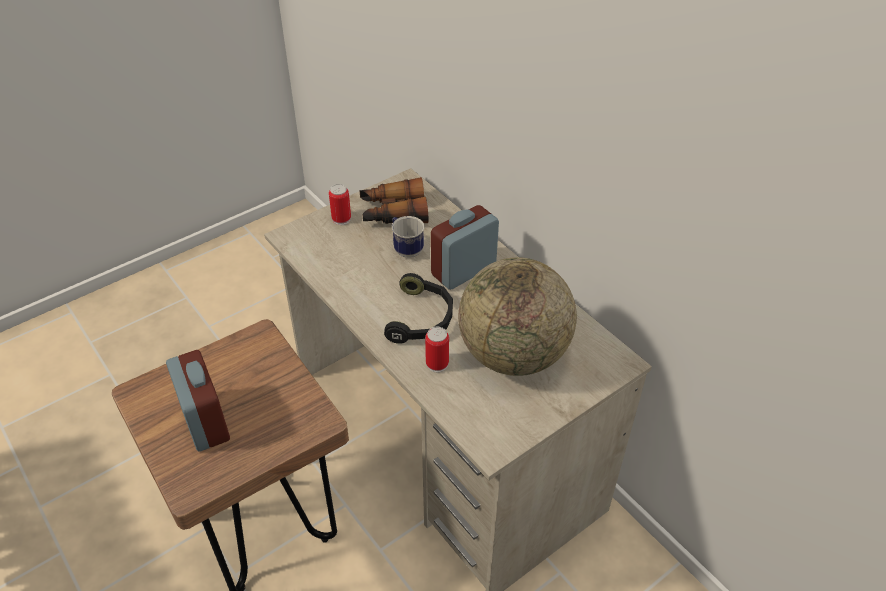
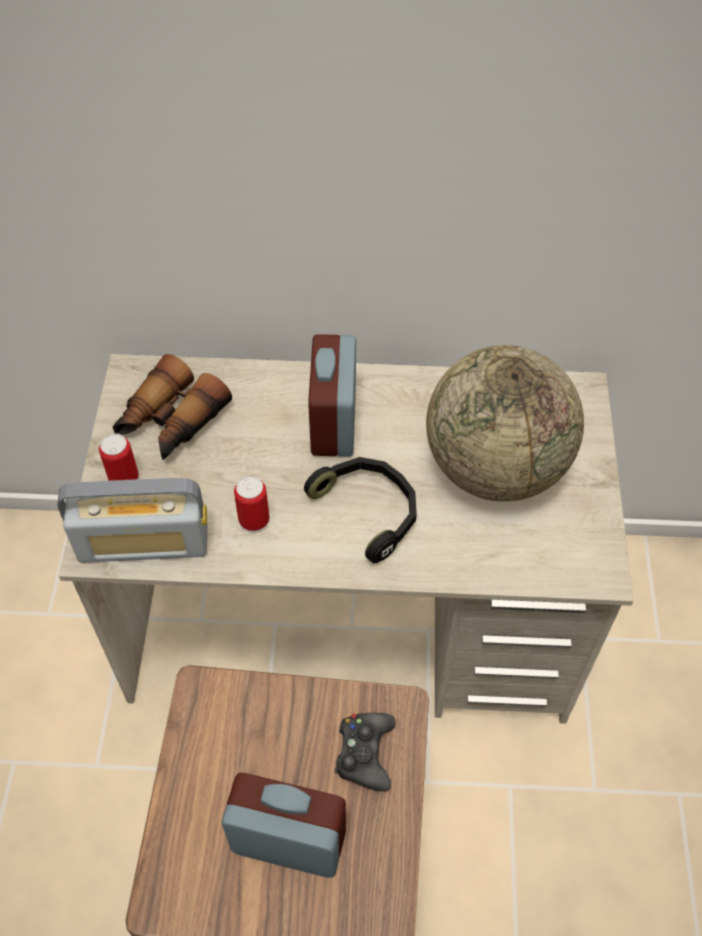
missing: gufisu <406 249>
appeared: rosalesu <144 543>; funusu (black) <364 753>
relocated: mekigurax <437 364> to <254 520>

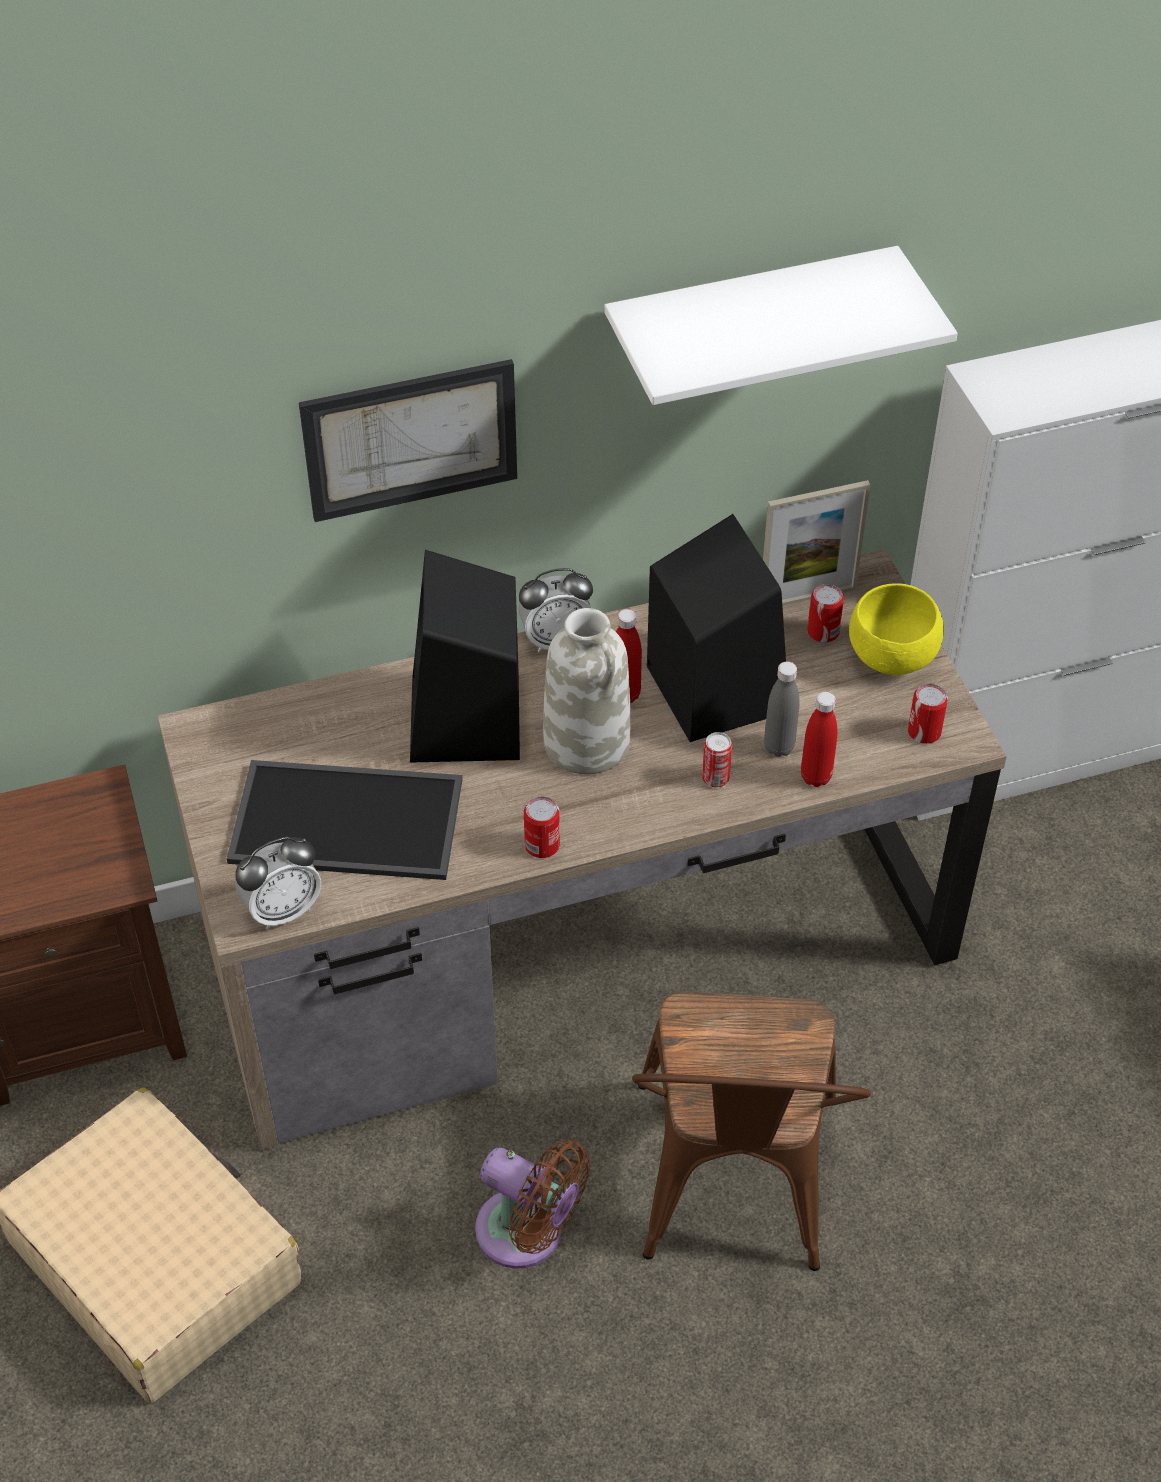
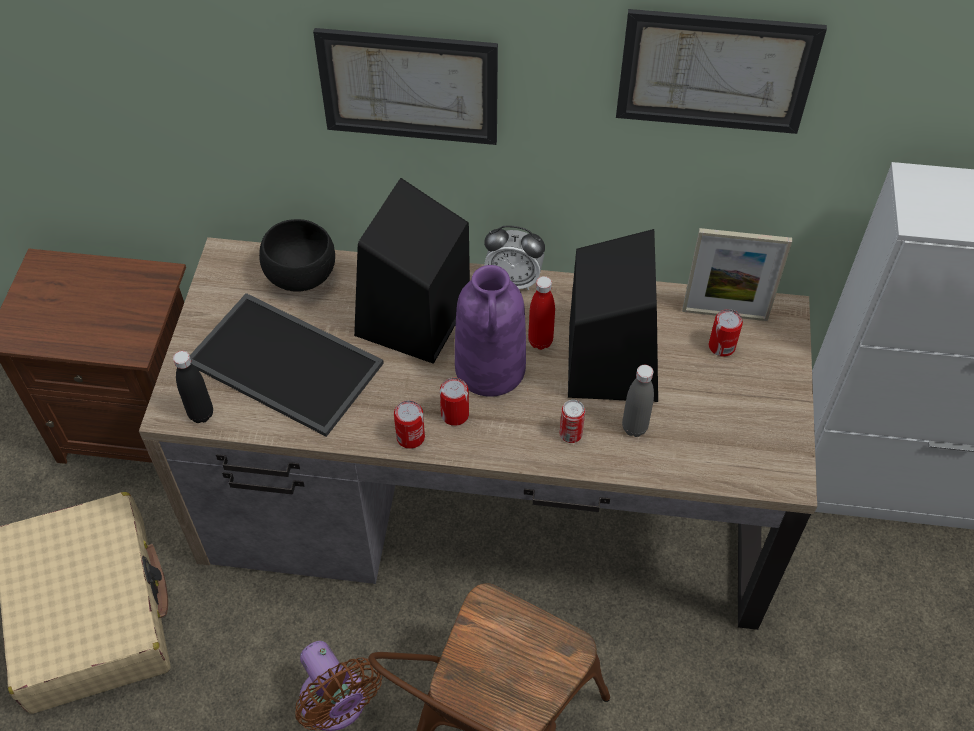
missing: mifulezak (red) <815 777>; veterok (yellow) <893 659>
appeared: veterok (black) <302 276>
relocated: mekigurax <924 732> to <455 414>
exchanged: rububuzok <282 910> to mifulezak (black) <201 414>; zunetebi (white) <749 321> to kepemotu <716 71>
colour: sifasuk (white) <588 743> to sifasuk (purple) <491 369>

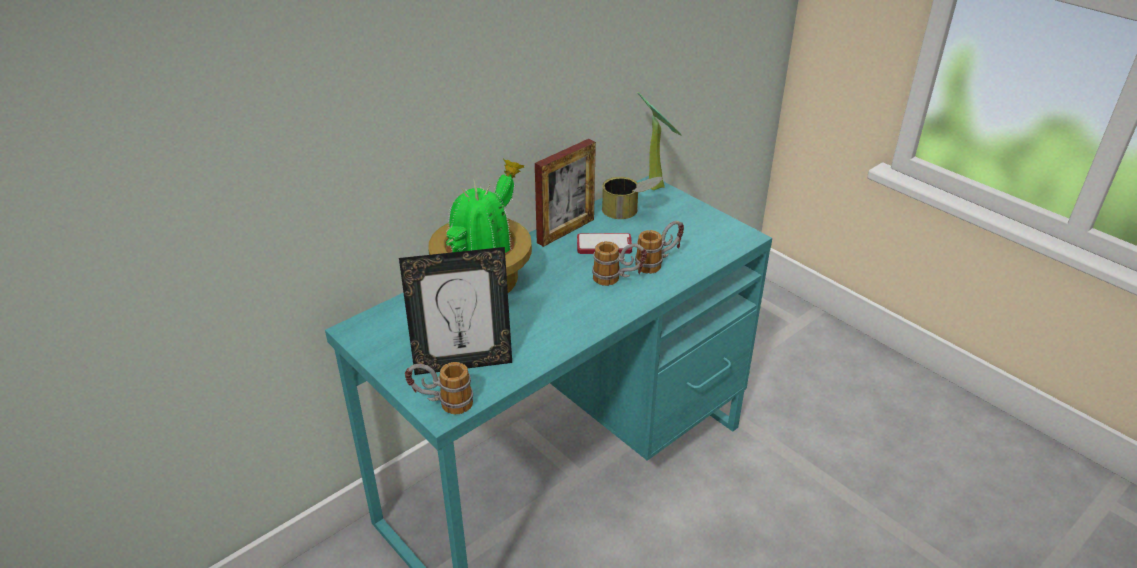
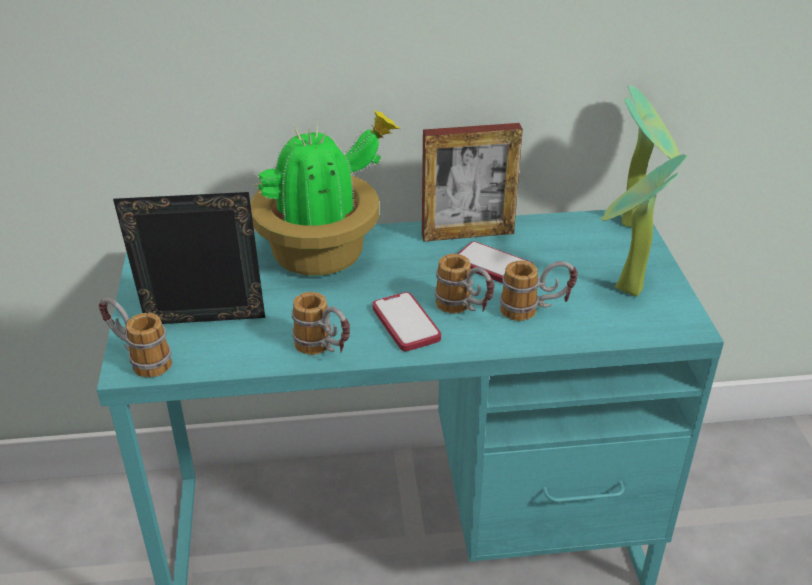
missing: mekigurax <630 212>
appeared: gufisu <324 351>; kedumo <406 323>; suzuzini <624 292>
spun: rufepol <463 363> = <205 327> 150 degrees clockwise

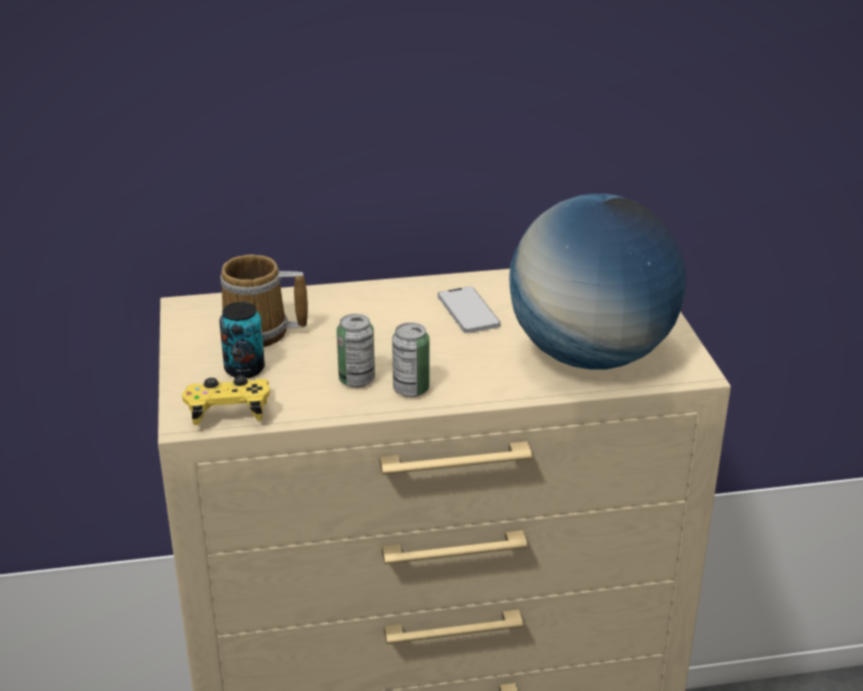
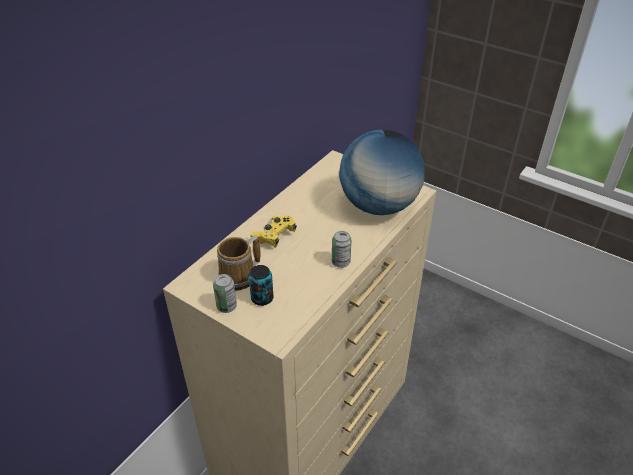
missing: kedumo <468 311>
relocated: funusu (yellow) <228 412> to <274 236>; mekigurax <357 380> to <226 306>

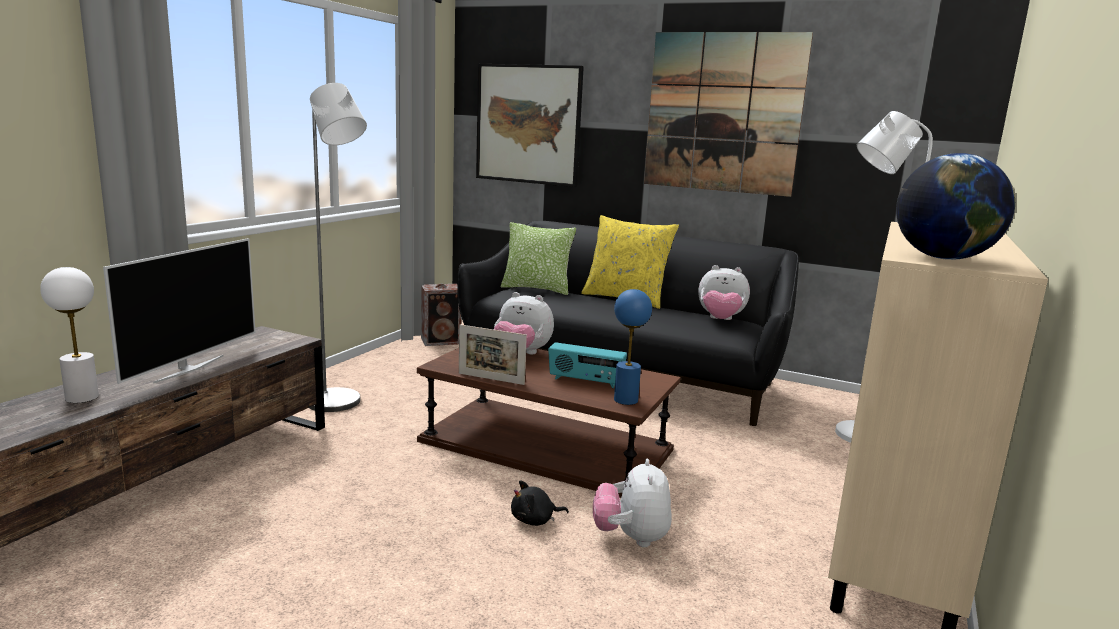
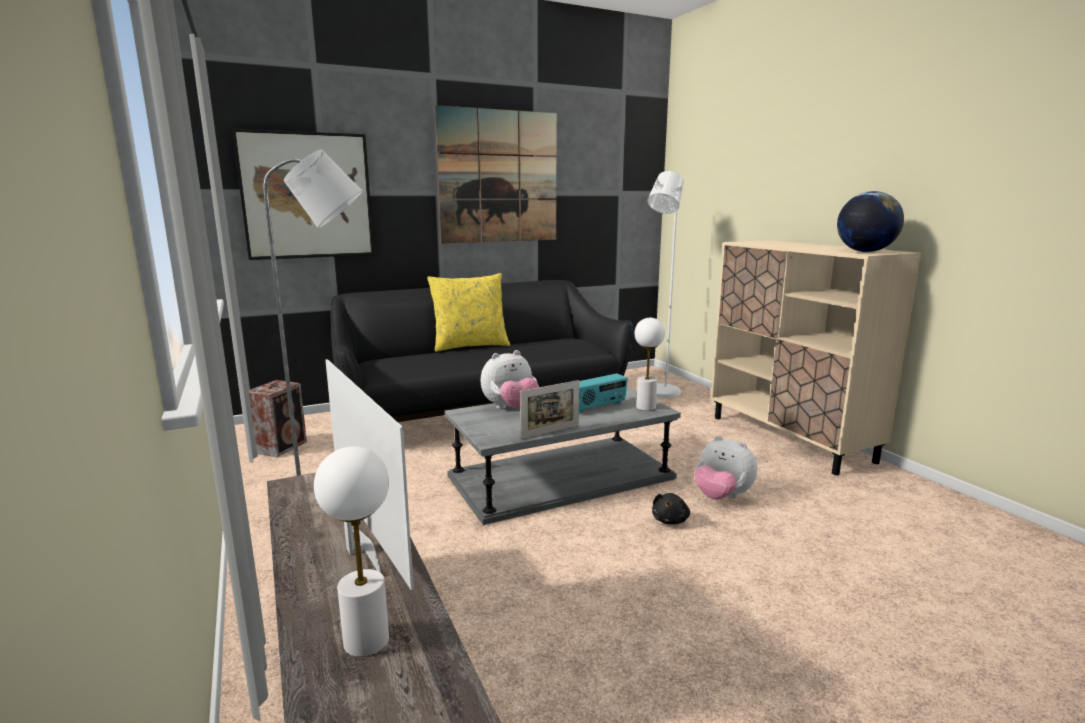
missing: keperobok <536 289>; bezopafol <720 320>
colour: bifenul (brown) <547 446> to bifenul (grey) <562 477>; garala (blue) <625 400> to garala (white) <645 407>

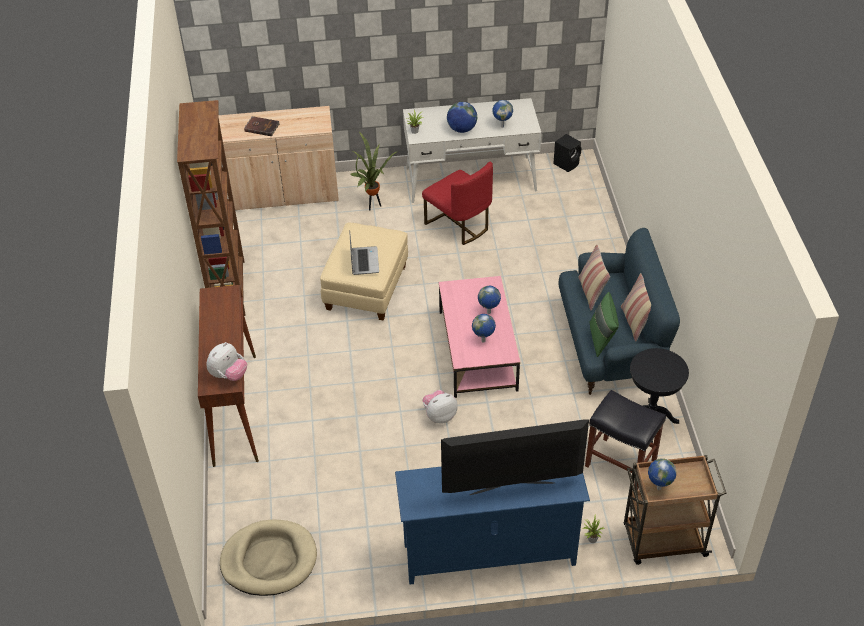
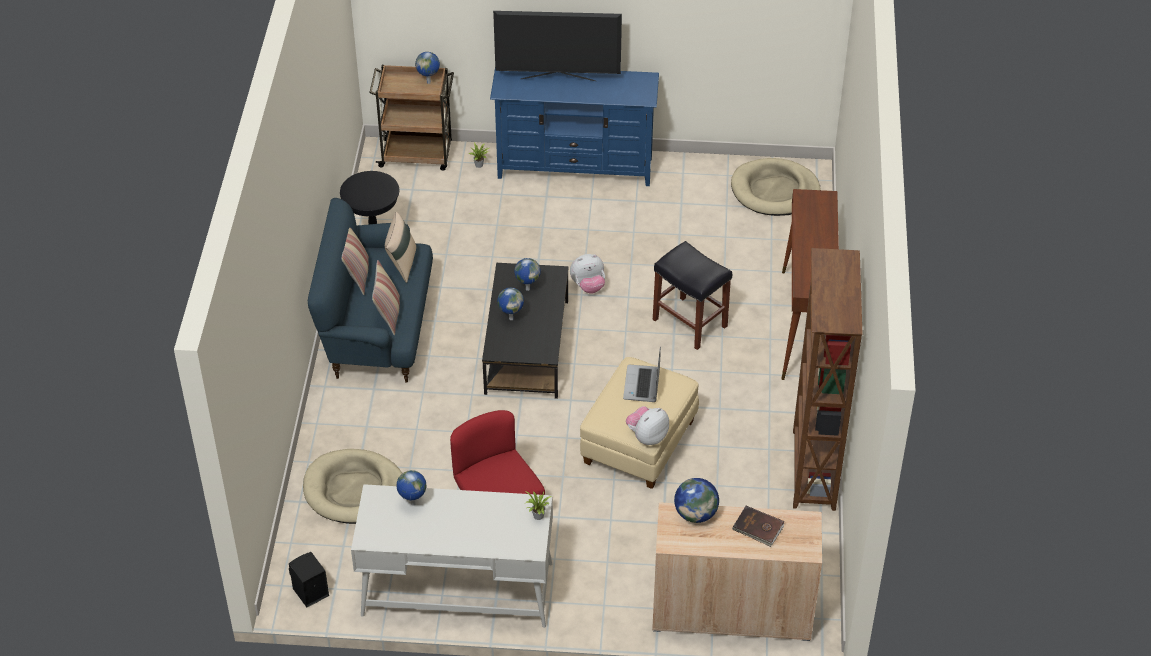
missing: suzuzini <373 205>
appeared: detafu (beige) <354 490>
relocated: bezopafol <228 375> to <647 436>; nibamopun <462 129> to <695 514>; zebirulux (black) <621 463> to <688 322>
colour: bifenul (pink) <478 351> to bifenul (black) <526 346>; keperobok (green) <602 339> to keperobok (beige) <402 264>

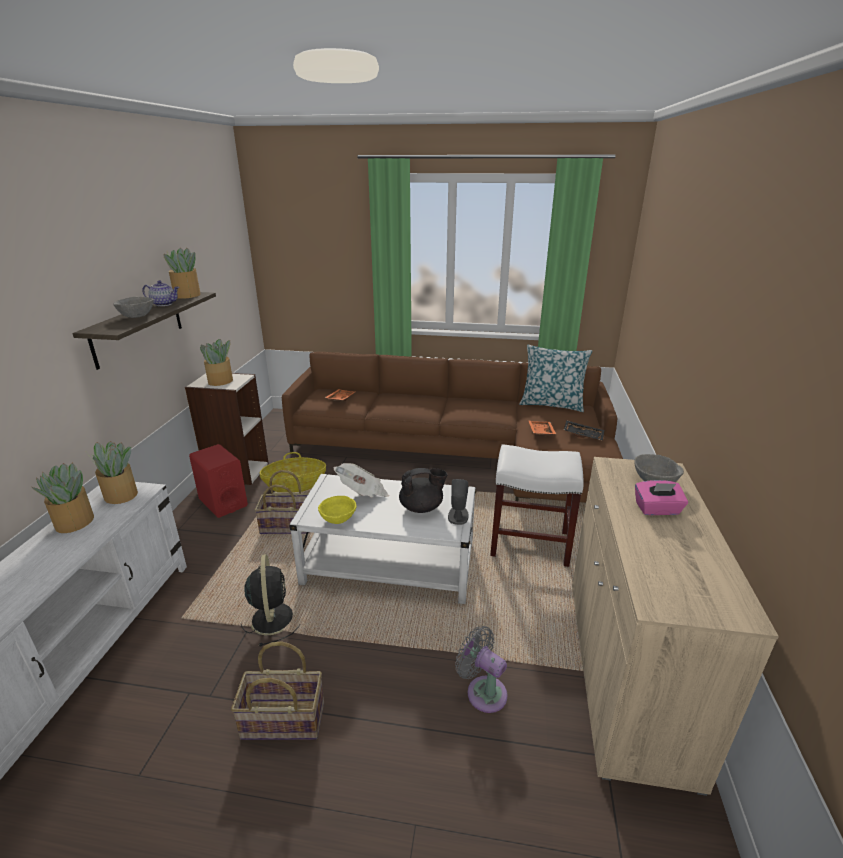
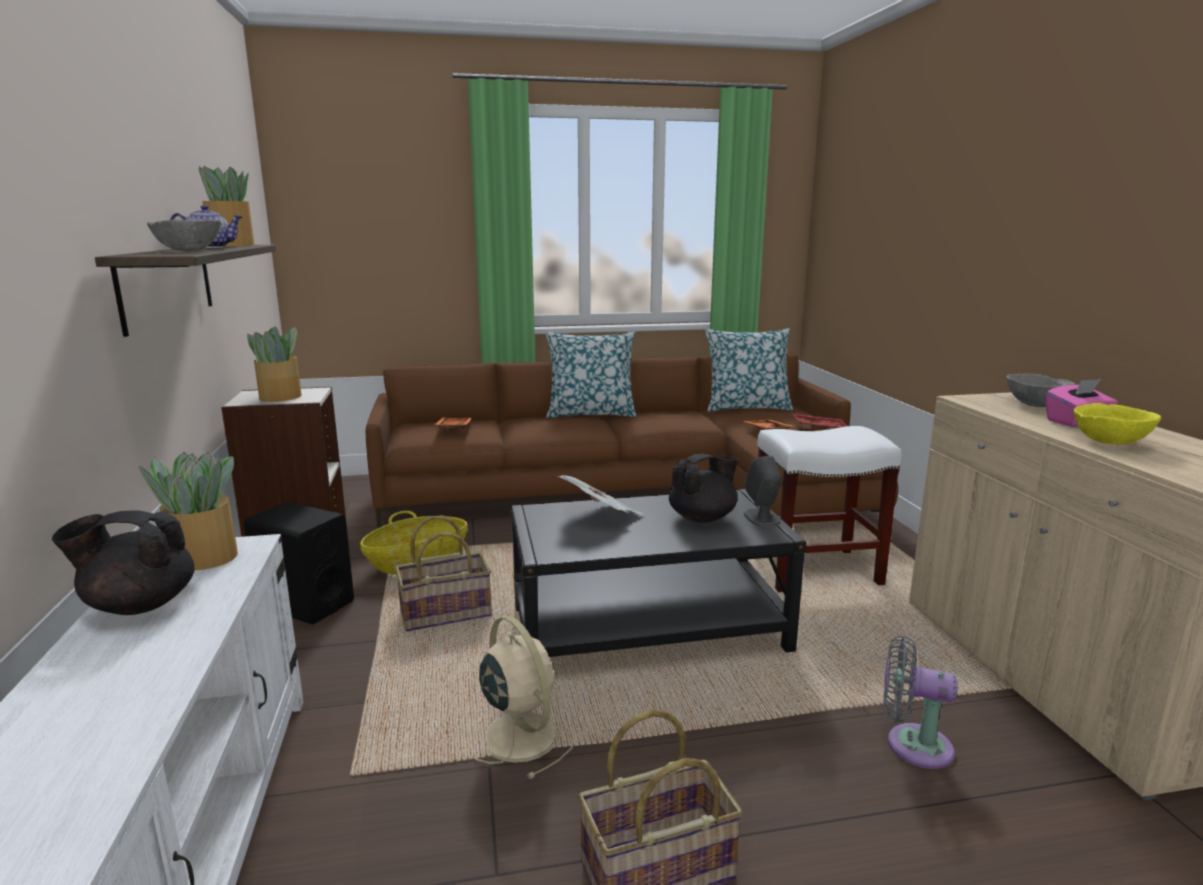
appeared: keperobok <591 414>
relocated: veterok (yellow) <338 520> to <1111 443>
exchanged: suzuzini <73 522> to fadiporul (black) <139 605>
colour: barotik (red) <223 502> to barotik (black) <305 604>; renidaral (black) <272 616> to renidaral (beige) <518 734>; bifenul (white) <389 564> to bifenul (black) <648 628>; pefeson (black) <583 435> to pefeson (red) <819 428>

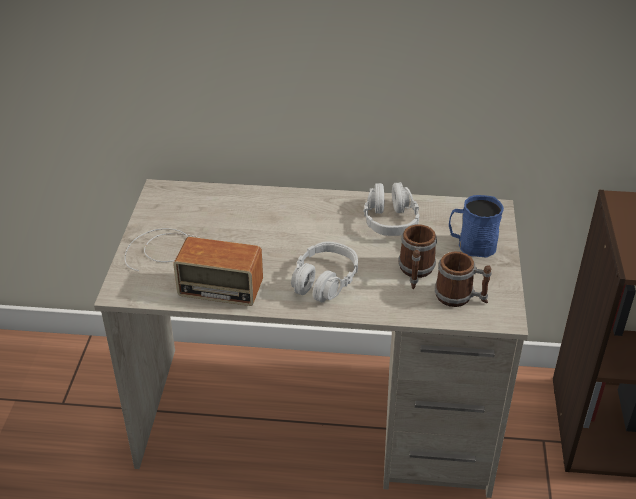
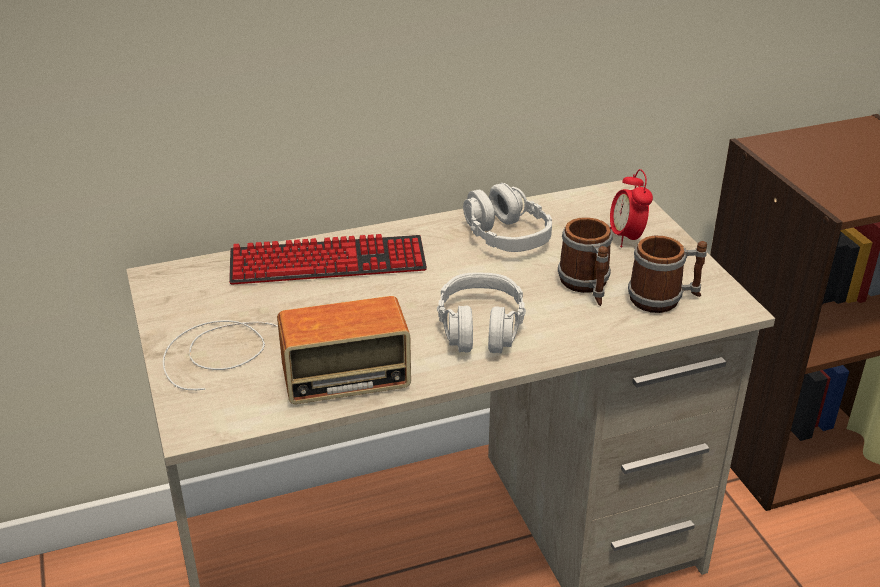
appeared: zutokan <328 263>
exchanged: gufisu (blue) <471 245> to rububuzok <626 238>

